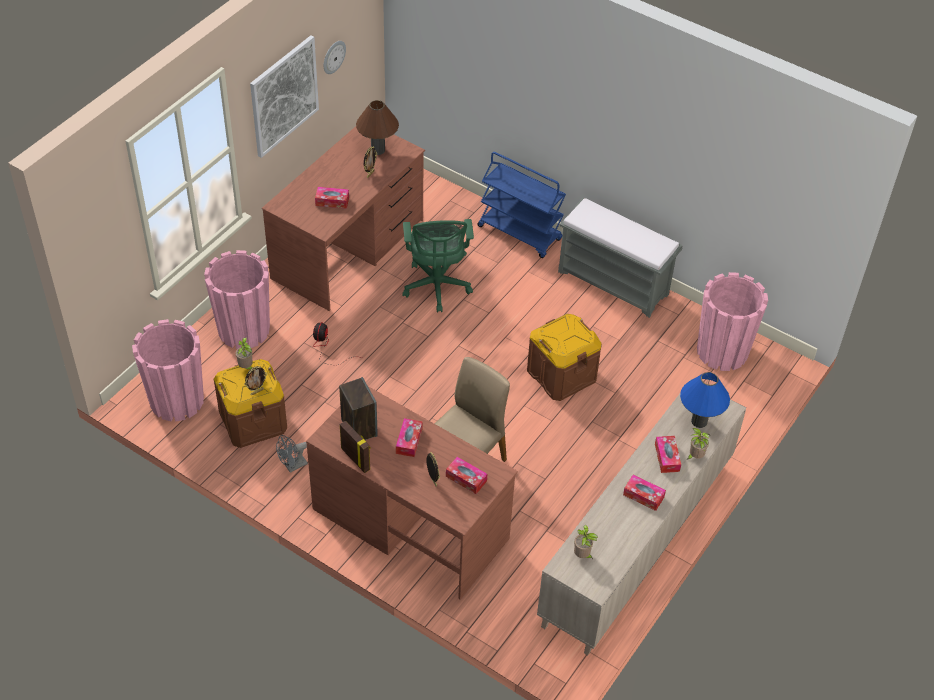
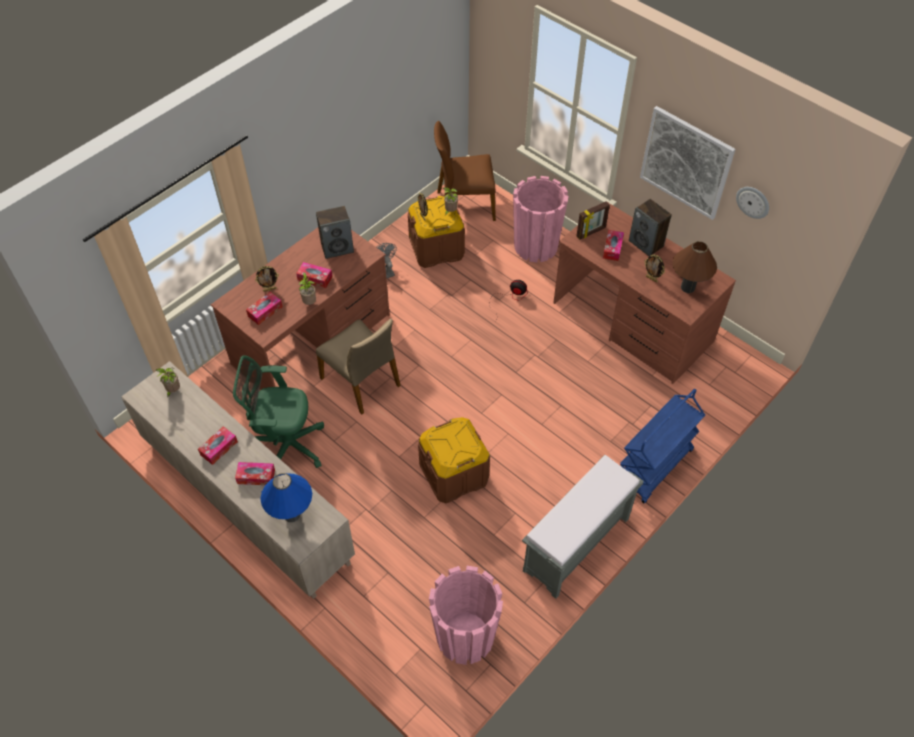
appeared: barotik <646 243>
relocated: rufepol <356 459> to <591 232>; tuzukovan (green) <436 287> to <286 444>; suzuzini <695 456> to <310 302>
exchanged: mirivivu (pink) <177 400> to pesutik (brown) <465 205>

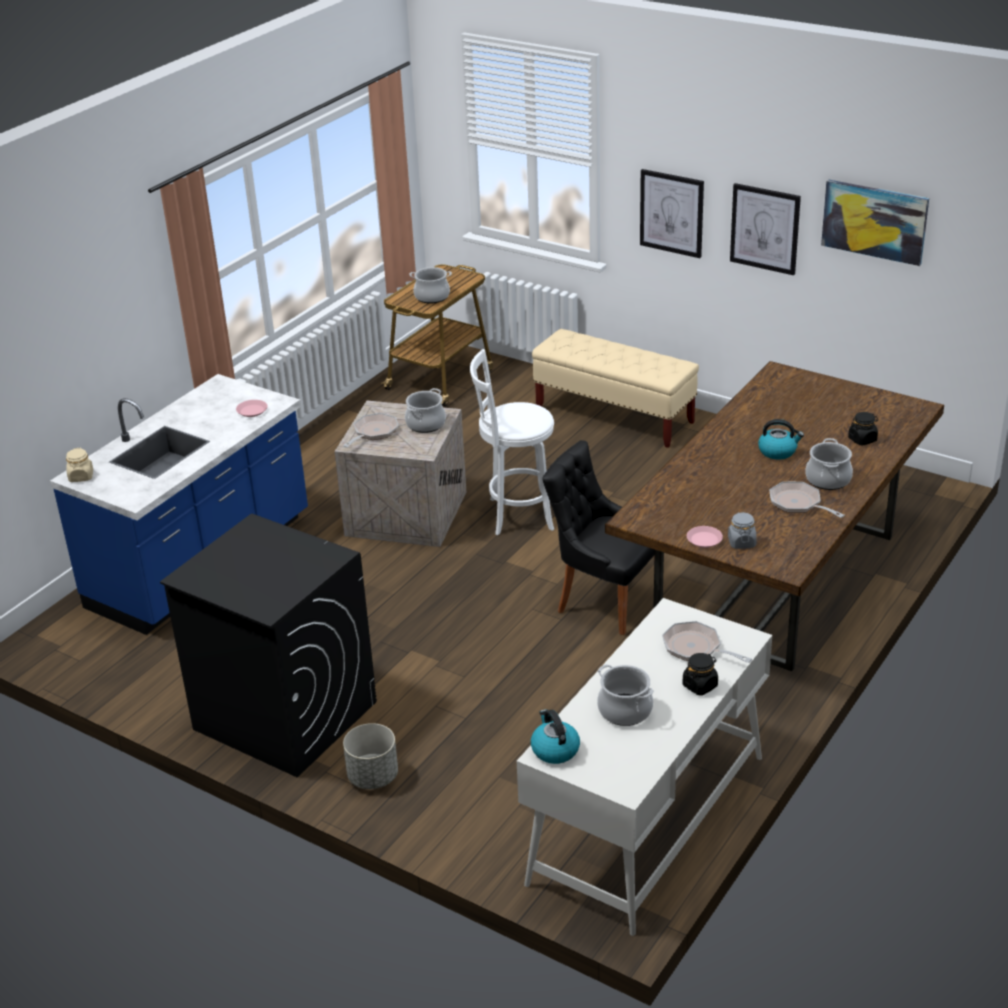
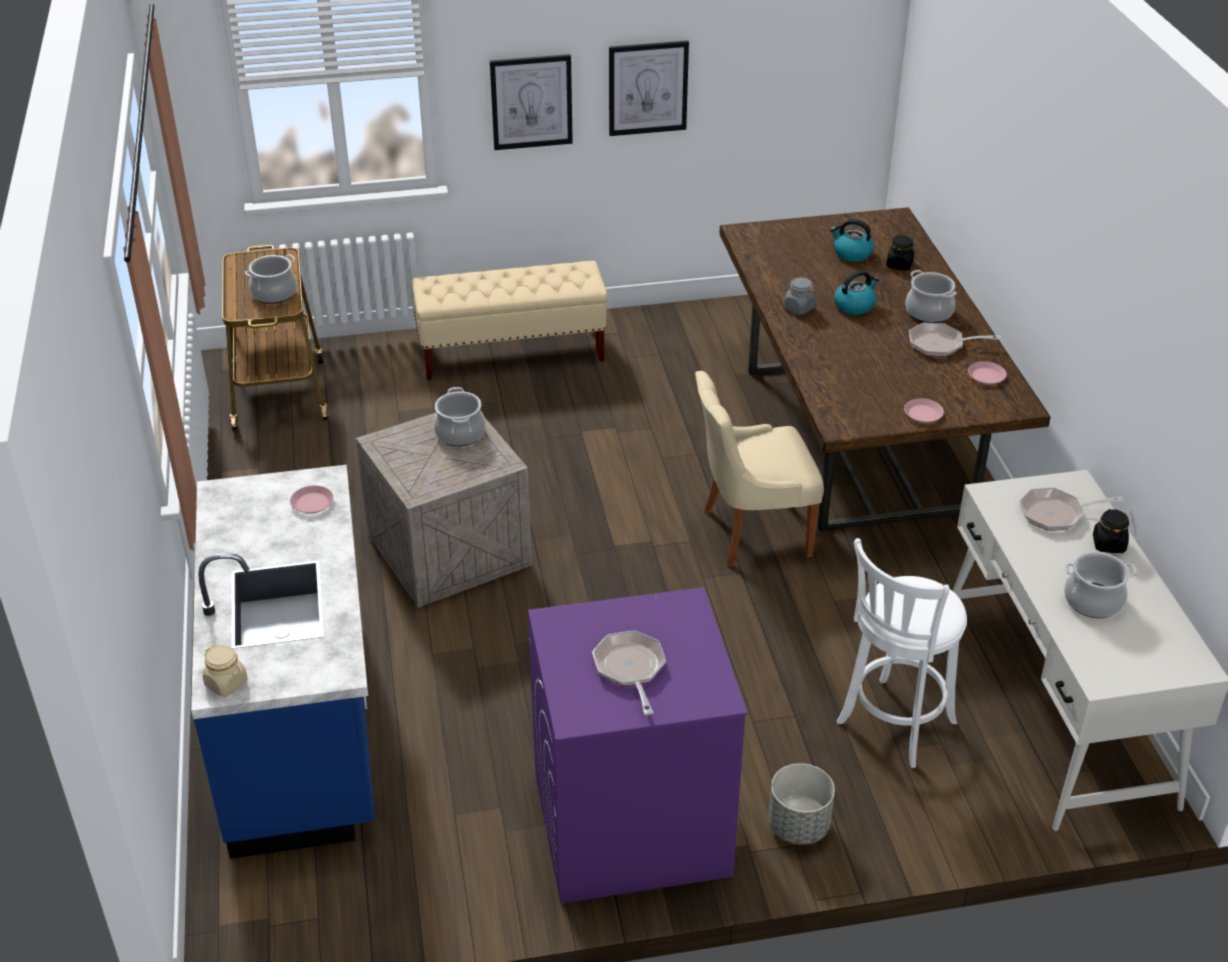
missing: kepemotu <874 221>
appeared: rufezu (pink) <986 376>
relocated: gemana <373 432> to <630 669>; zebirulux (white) <516 515> to <892 726>; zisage <554 749> to <852 253>; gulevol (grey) <741 542> to <799 308>
colour: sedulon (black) <284 715> to sedulon (purple) <629 825>; pesutik (black) <605 599> to pesutik (beige) <752 532>

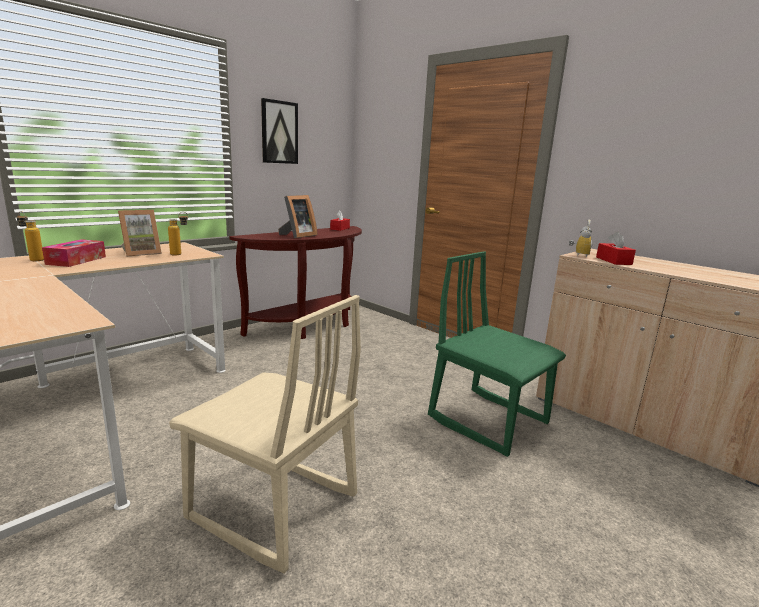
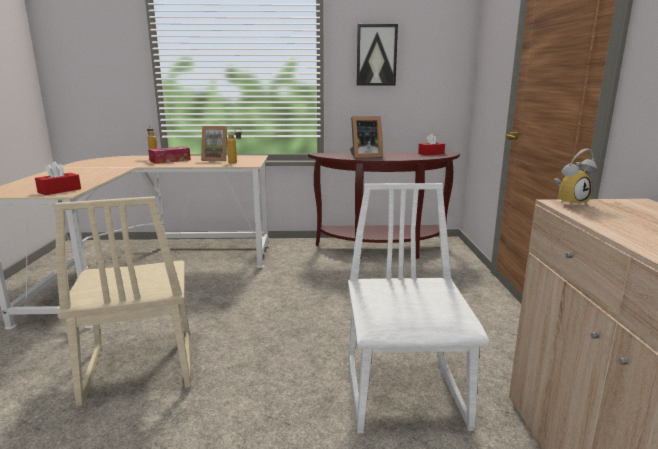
relocated: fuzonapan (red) <613 261> to <59 190>
colour: pesutik (green) <488 420> to pesutik (white) <406 393>

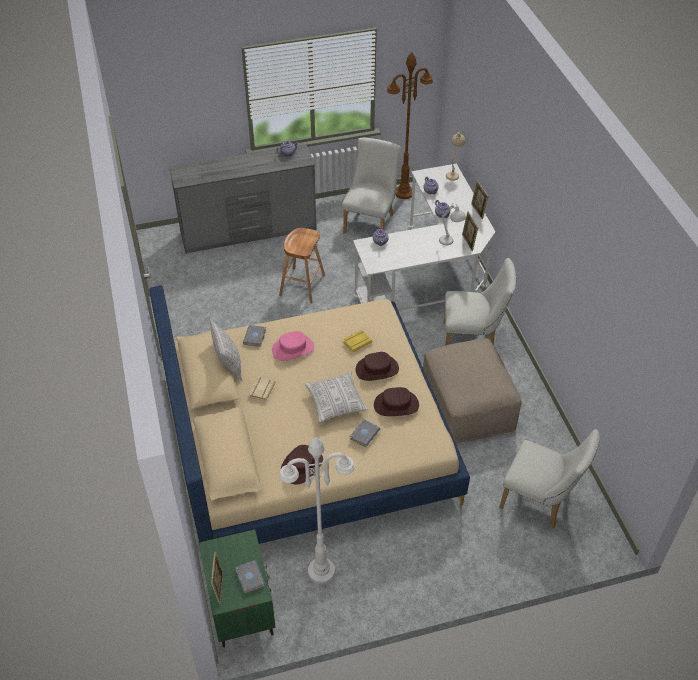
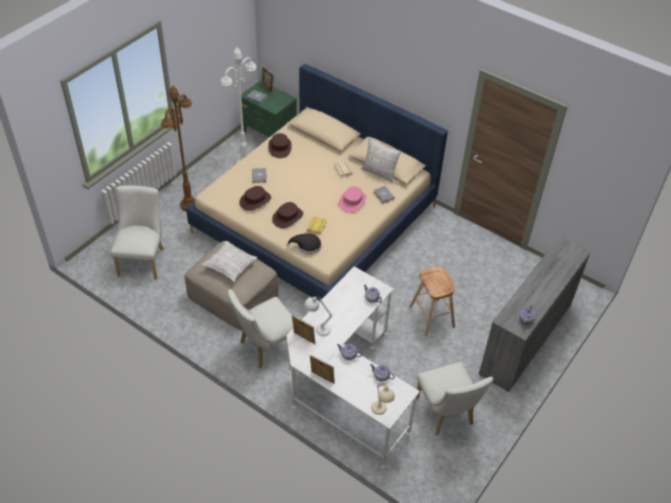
appeared: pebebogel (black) <307 246>
relocated: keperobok <335 402> to <230 266>; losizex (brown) <404 193> to <189 205>
spun: pesutik (white) <540 502> = <143 259> 105 degrees clockwise

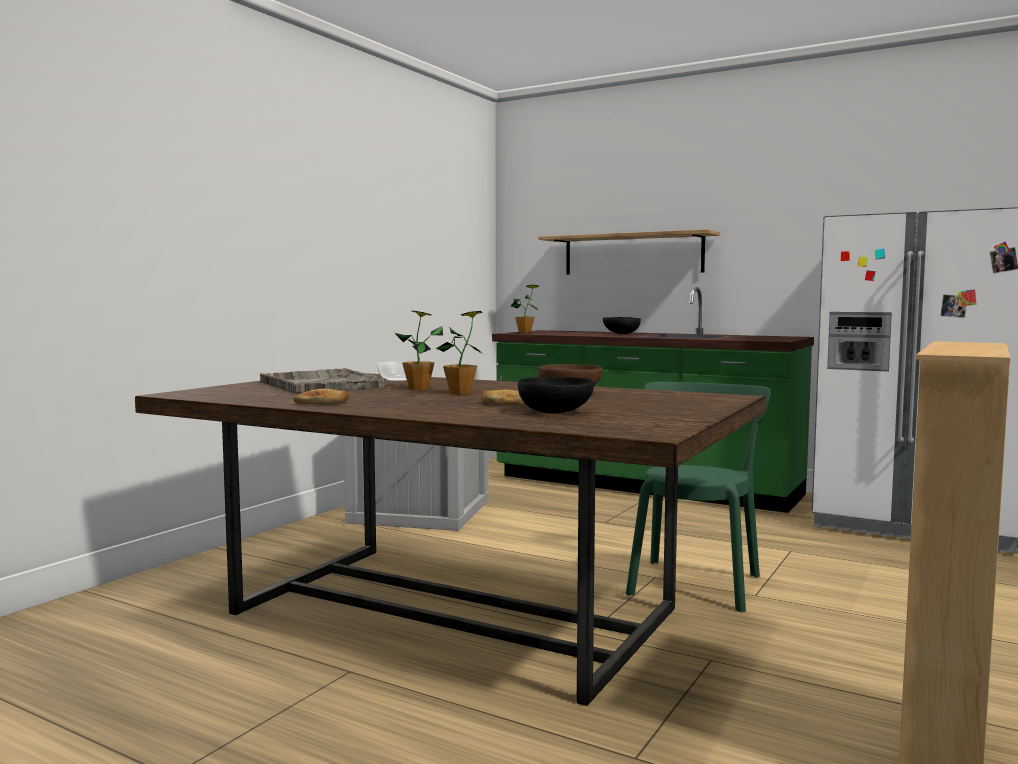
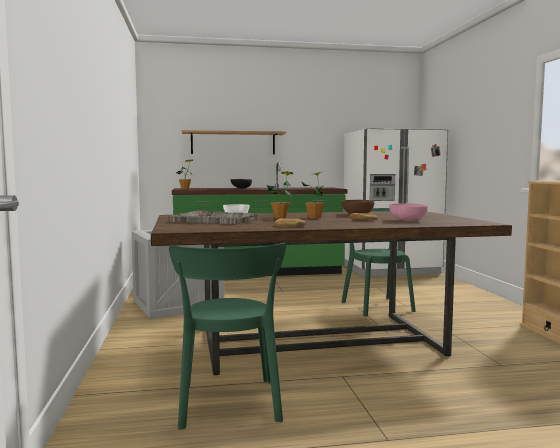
appeared: pesutik (green) <229 405>
colour: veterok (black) <555 412> to veterok (pink) <407 220>

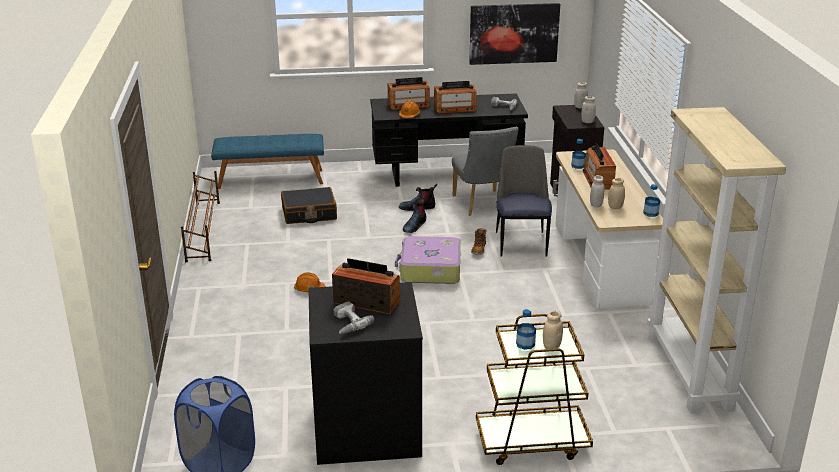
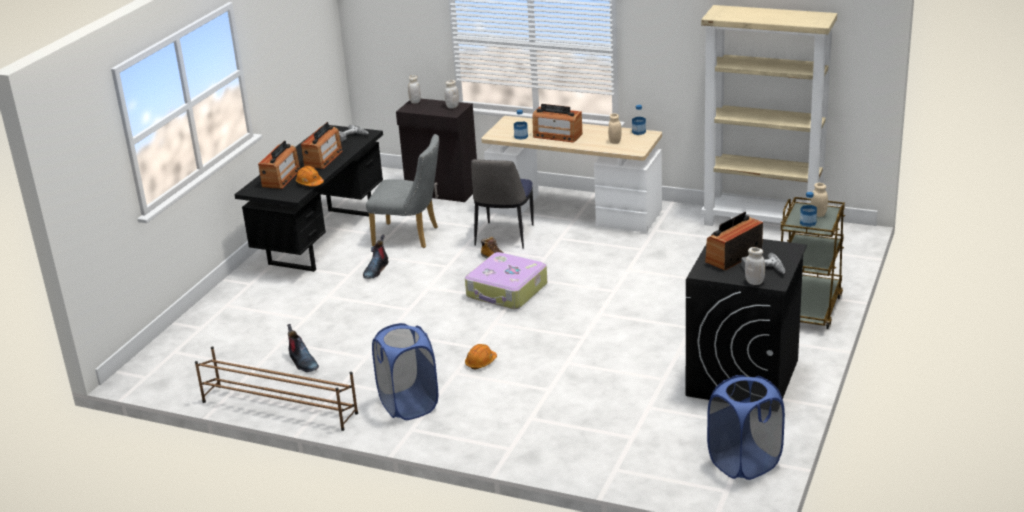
missing: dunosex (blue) <271 179>; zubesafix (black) <309 214>; kepemotu <514 33>
appeared: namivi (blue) <408 405>
relocated: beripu <414 226> to <302 362>; gulevol (white) <596 205> to <754 282>
spun: pesutik <521 243> = <504 236> 105 degrees counterclockwise

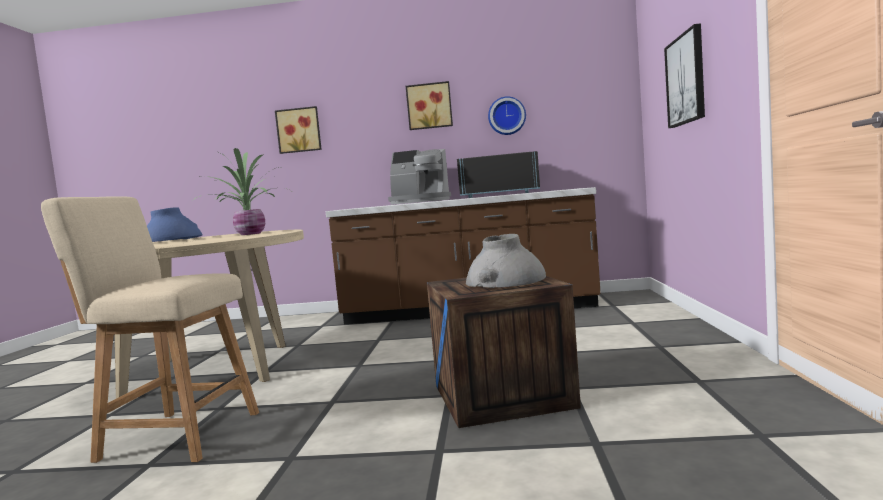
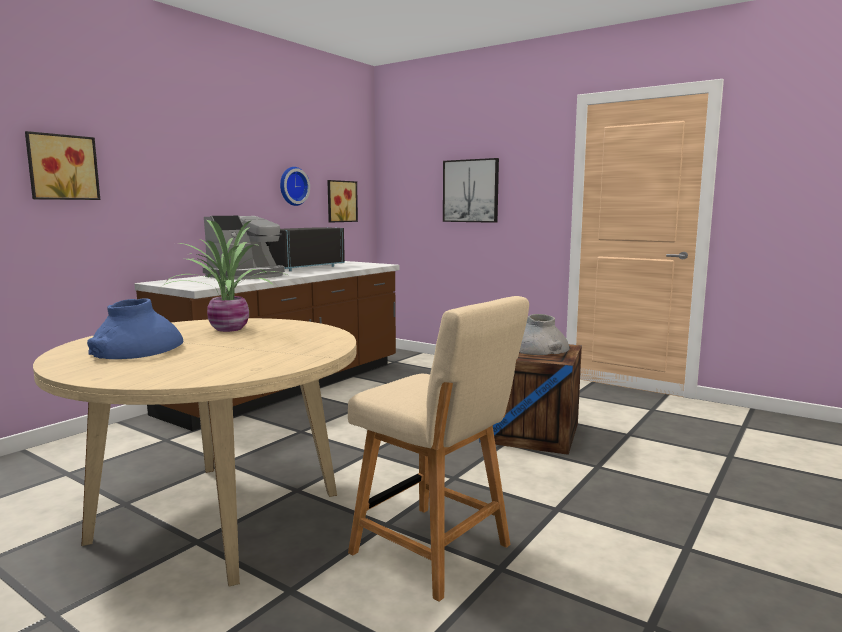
relocated: kepemotu <429 106> to <340 201>
spun: pesutik (beige) <174 435> = <436 552> 90 degrees counterclockwise

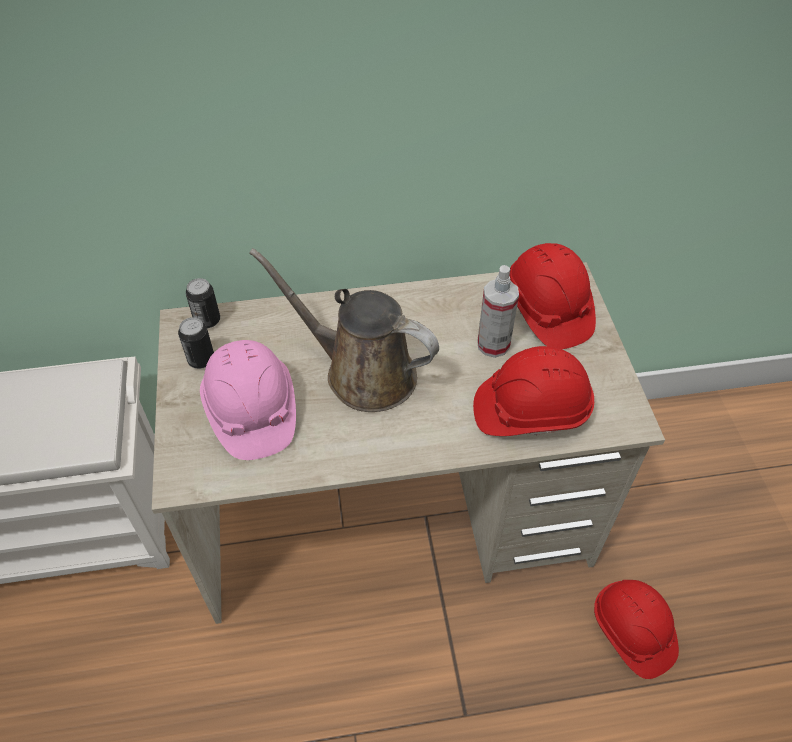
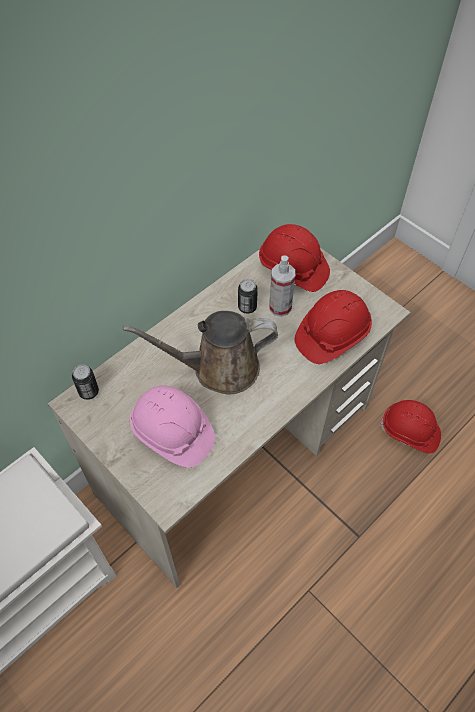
relocated: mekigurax <201 360> to <247 307>

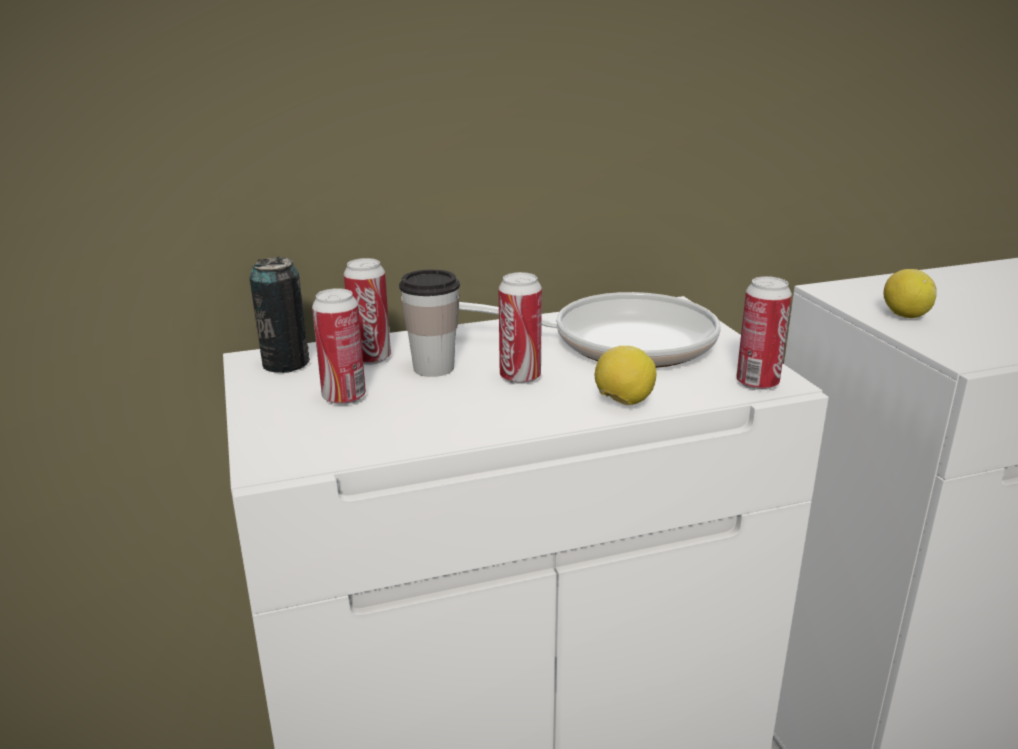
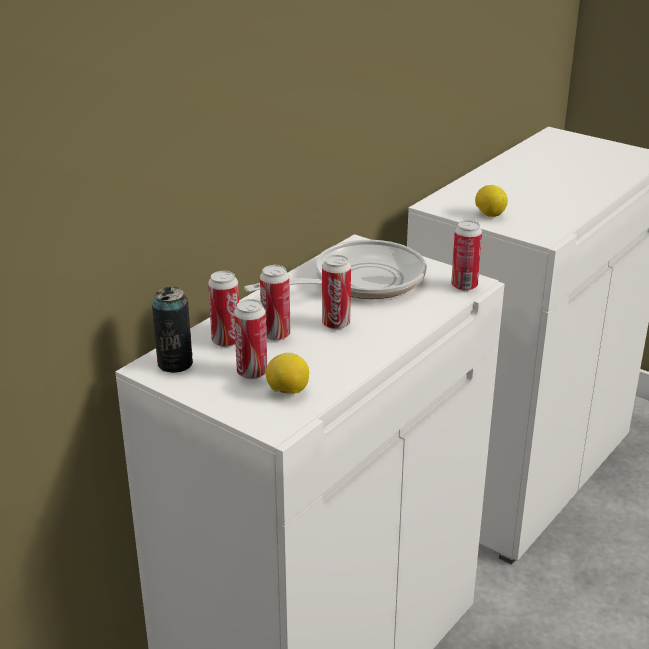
relocated: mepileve <623 402> to <287 392>
exchanged: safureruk <433 368> to mekigurax <276 335>

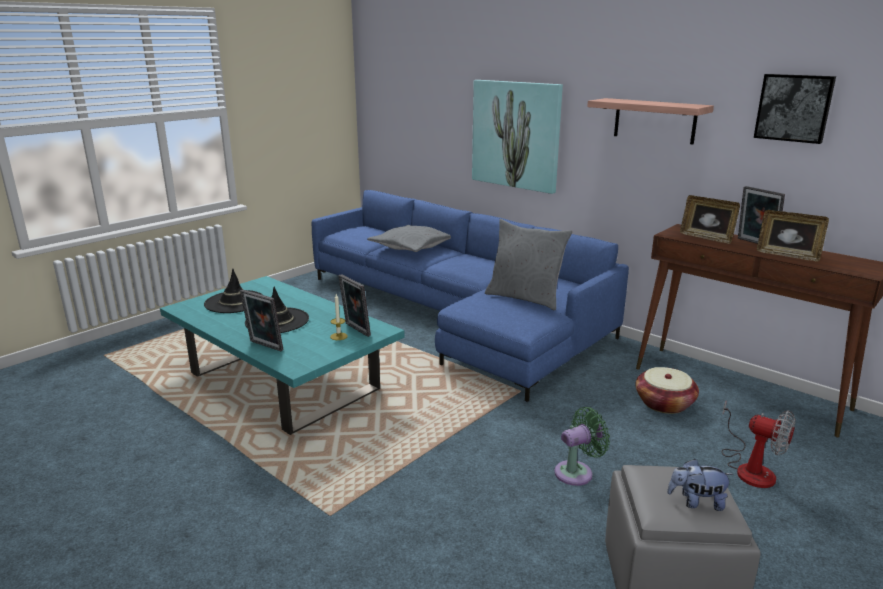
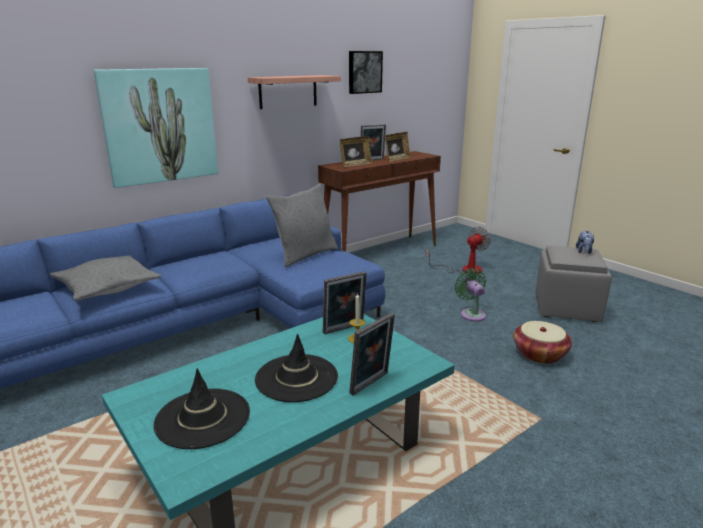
relocated: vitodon <664 403> to <539 354>

